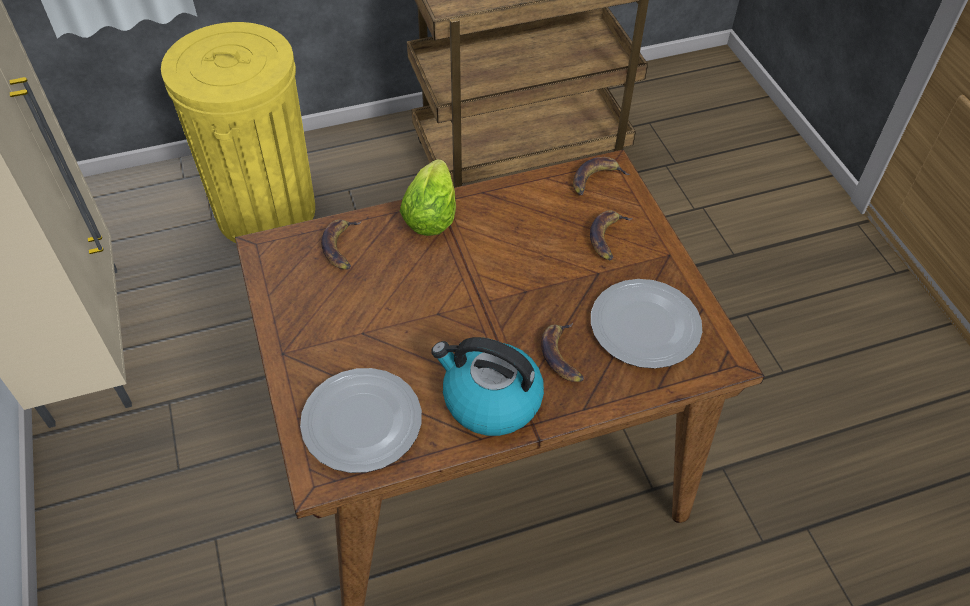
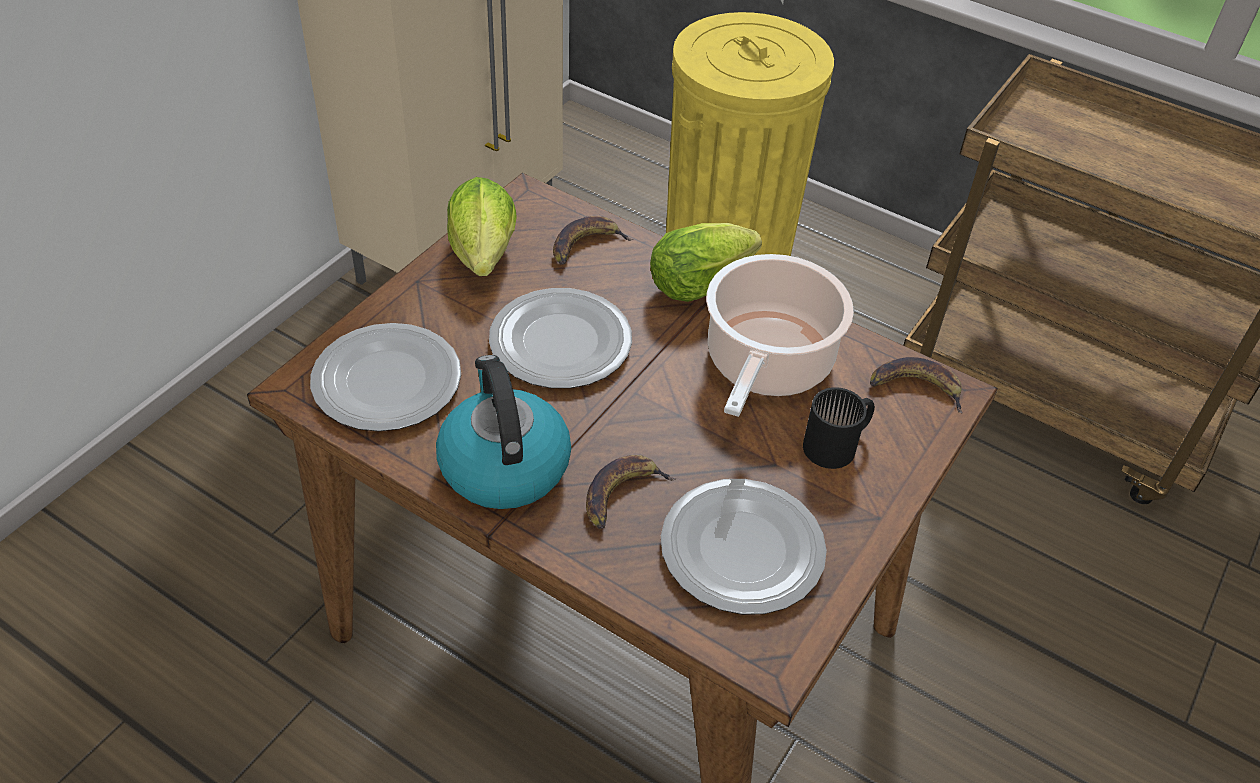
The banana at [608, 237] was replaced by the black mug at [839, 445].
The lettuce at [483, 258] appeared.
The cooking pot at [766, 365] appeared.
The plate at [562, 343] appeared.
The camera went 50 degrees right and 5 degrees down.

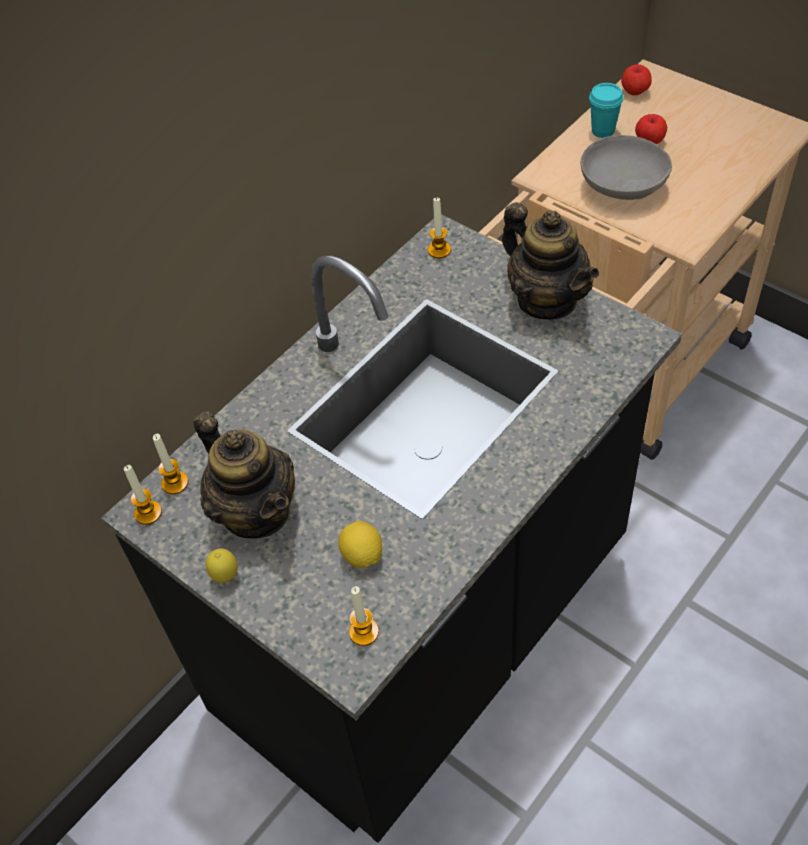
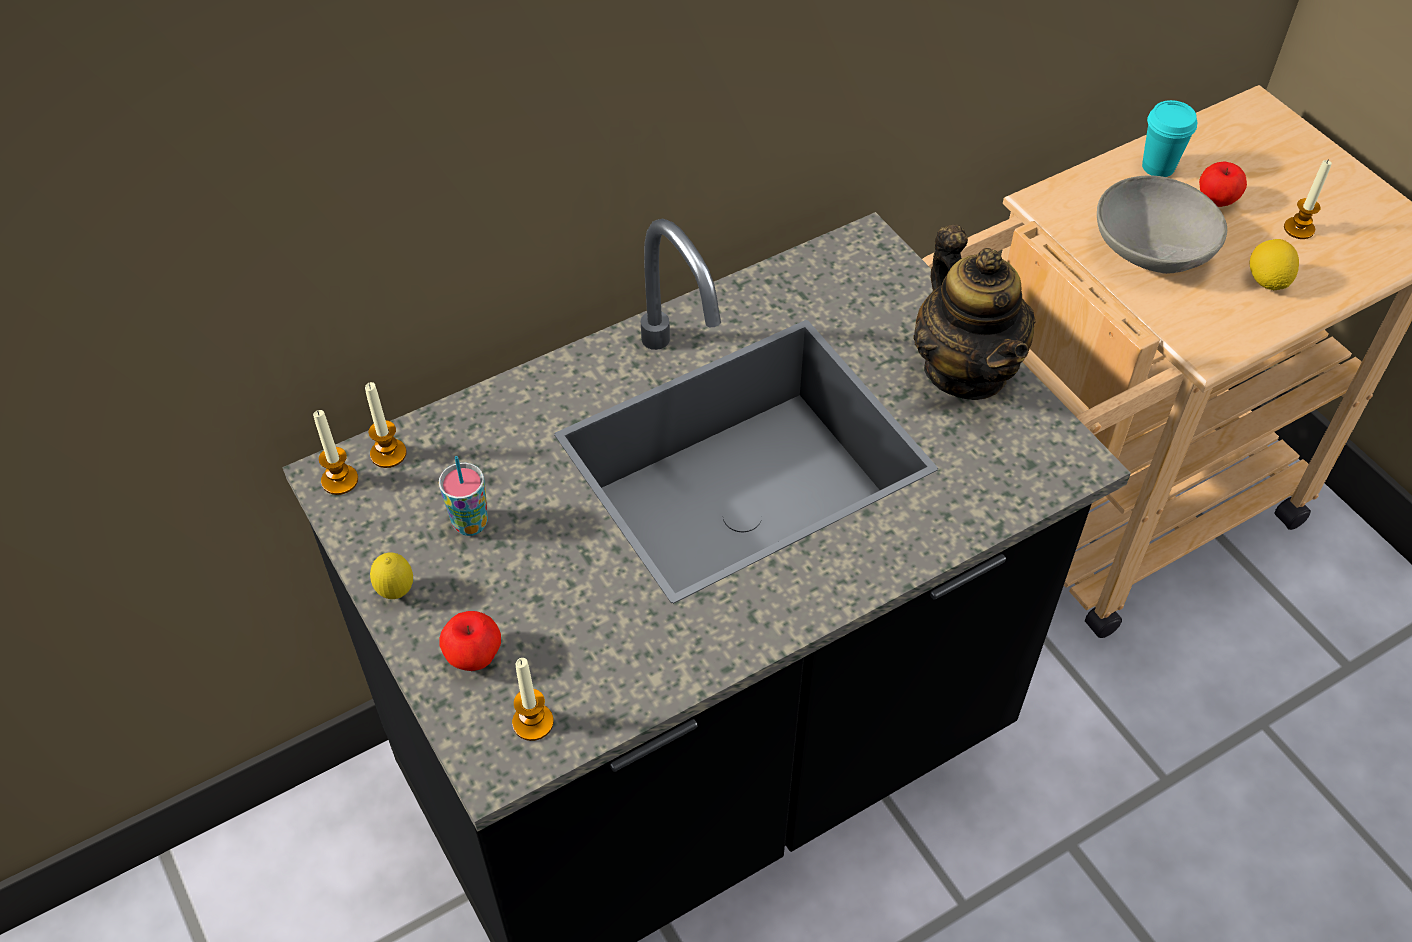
The apple moved from [635, 91] to [474, 656].
The candle moved from [439, 250] to [1299, 229].
The teapot at [256, 512] was replaced by the cup at [470, 523].
The lemon moved from [362, 555] to [1267, 281].
The camera went 15 degrees right and 0 degrees up.

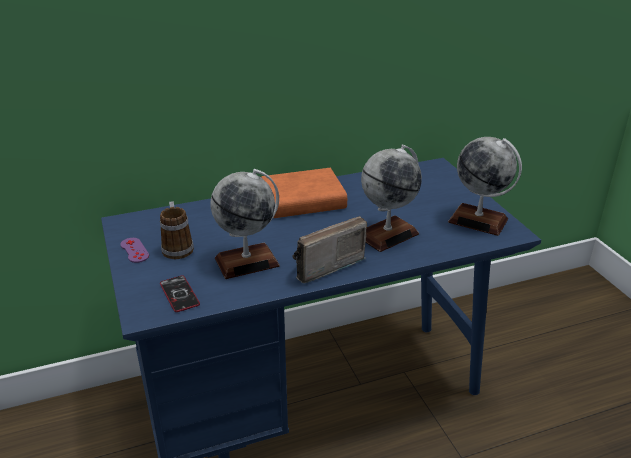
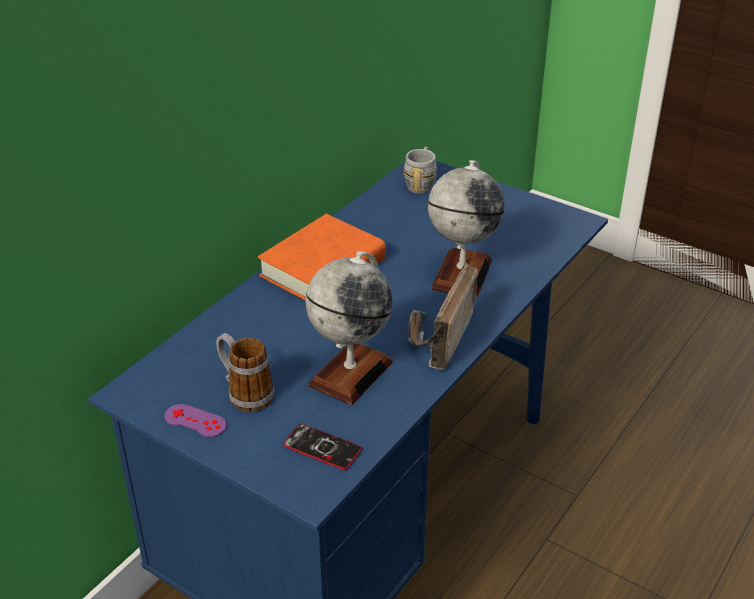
The globe at [478, 220] disappeared.
The grey mug at [421, 183] appeared.
The camera went 35 degrees left and 5 degrees up.

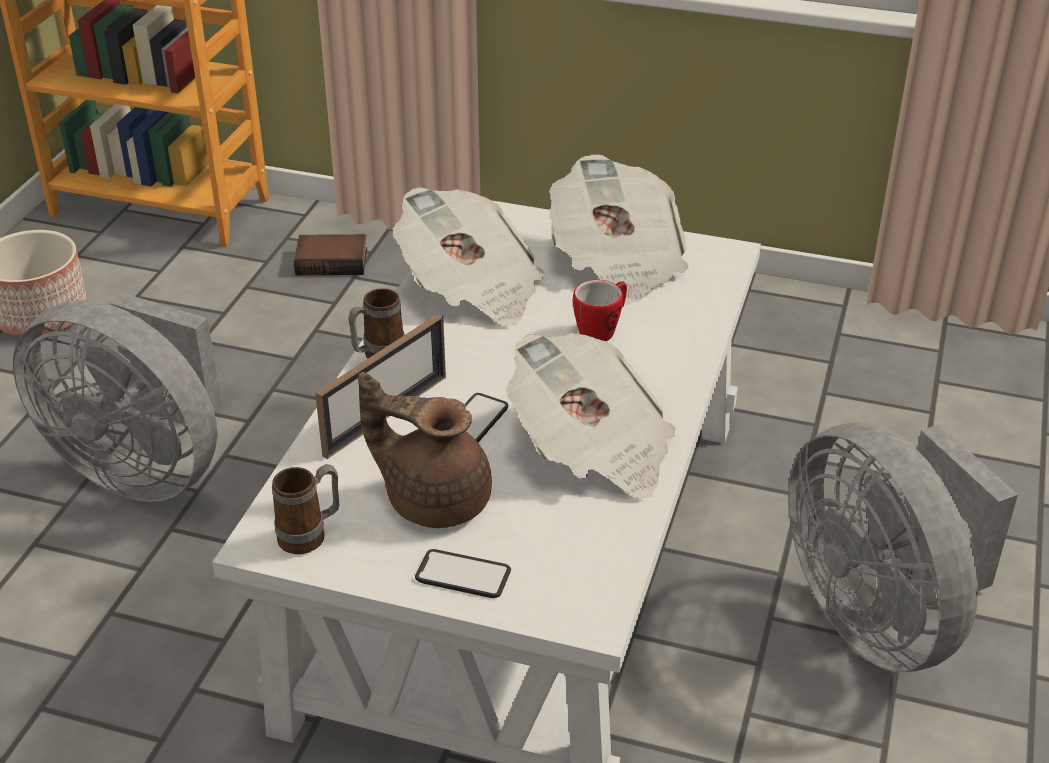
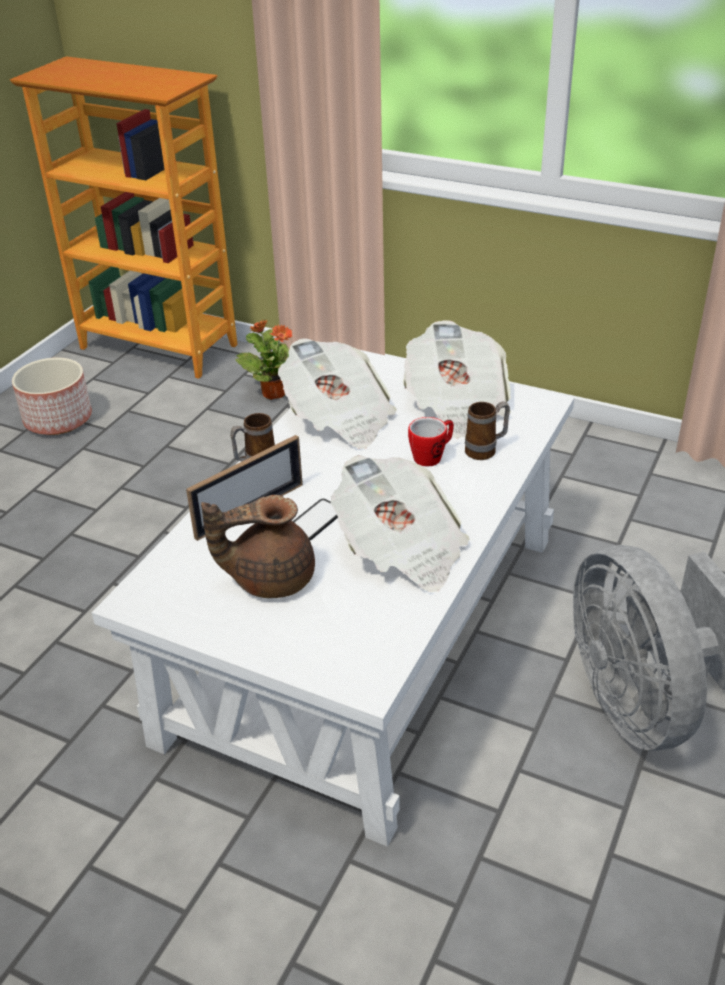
The book at [333, 260] was replaced by the potted plant at [273, 393].
The grey fan at [144, 468] disappeared.
The brown teapot at [434, 498] turned 45 degrees counterclockwise.
The mug moved from [311, 536] to [486, 450].
The phone at [463, 575] disappeared.
The camera went 10 degrees right and 0 degrees up.

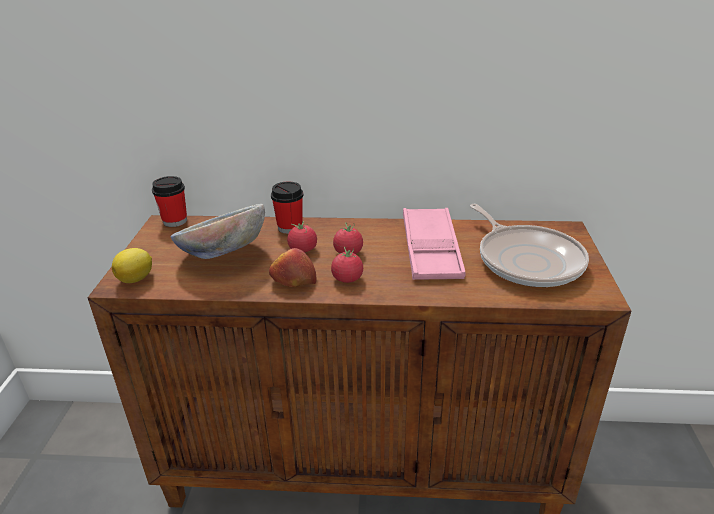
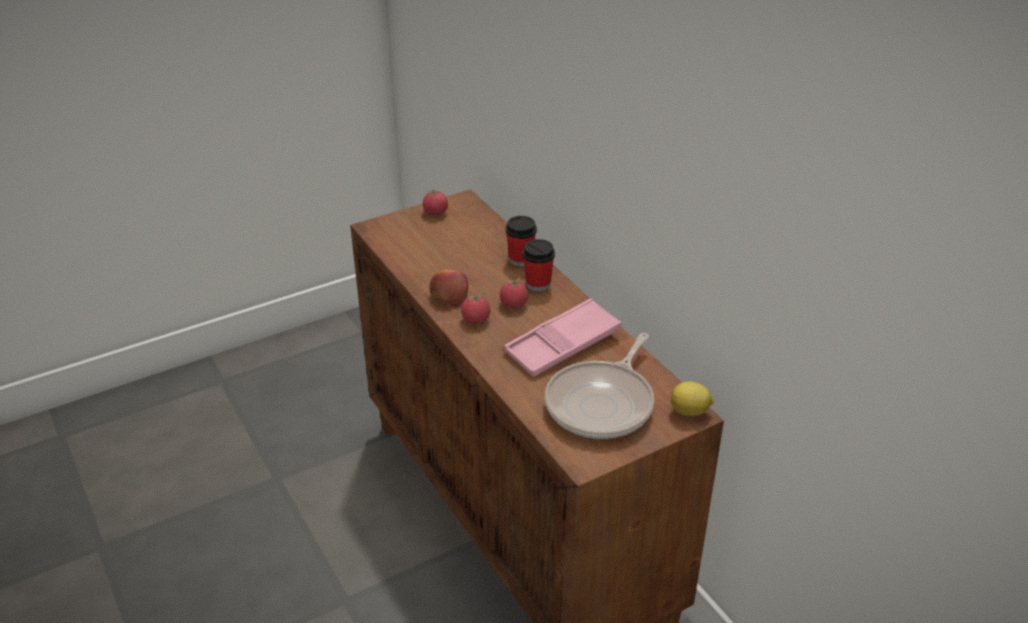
The cup moved from [175, 221] to [538, 284].
The bowl at [223, 255] disappeared.
The tomato moved from [303, 250] to [435, 212].
The lemon moved from [137, 279] to [690, 412].
The camera went 55 degrees right and 5 degrees up.

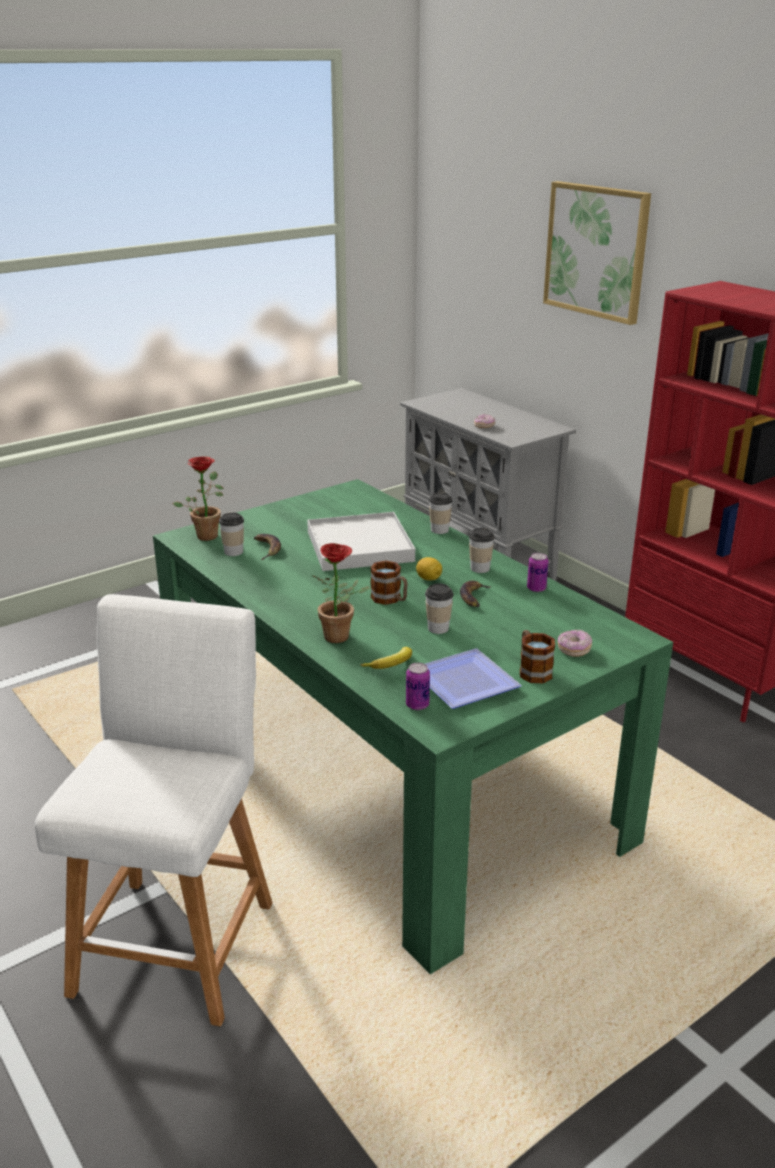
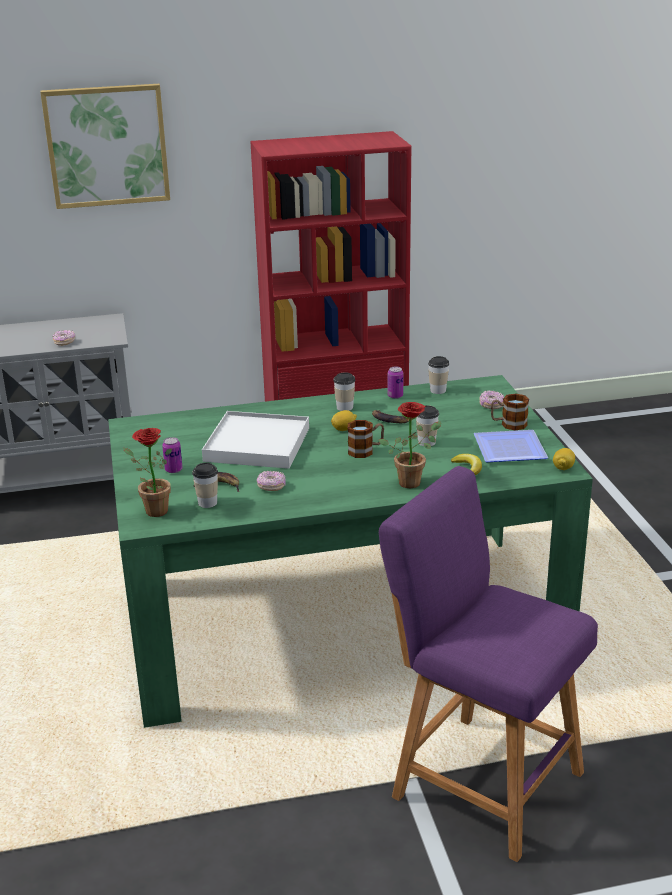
The cup moved from [439, 530] to [438, 390].
The white stool at [178, 939] became the purple stool at [480, 780].
The can moved from [417, 705] to [173, 470].
The lemon at [563, 468] appeared.
The donut at [271, 487] appeared.
The camera went 65 degrees left and 0 degrees up.

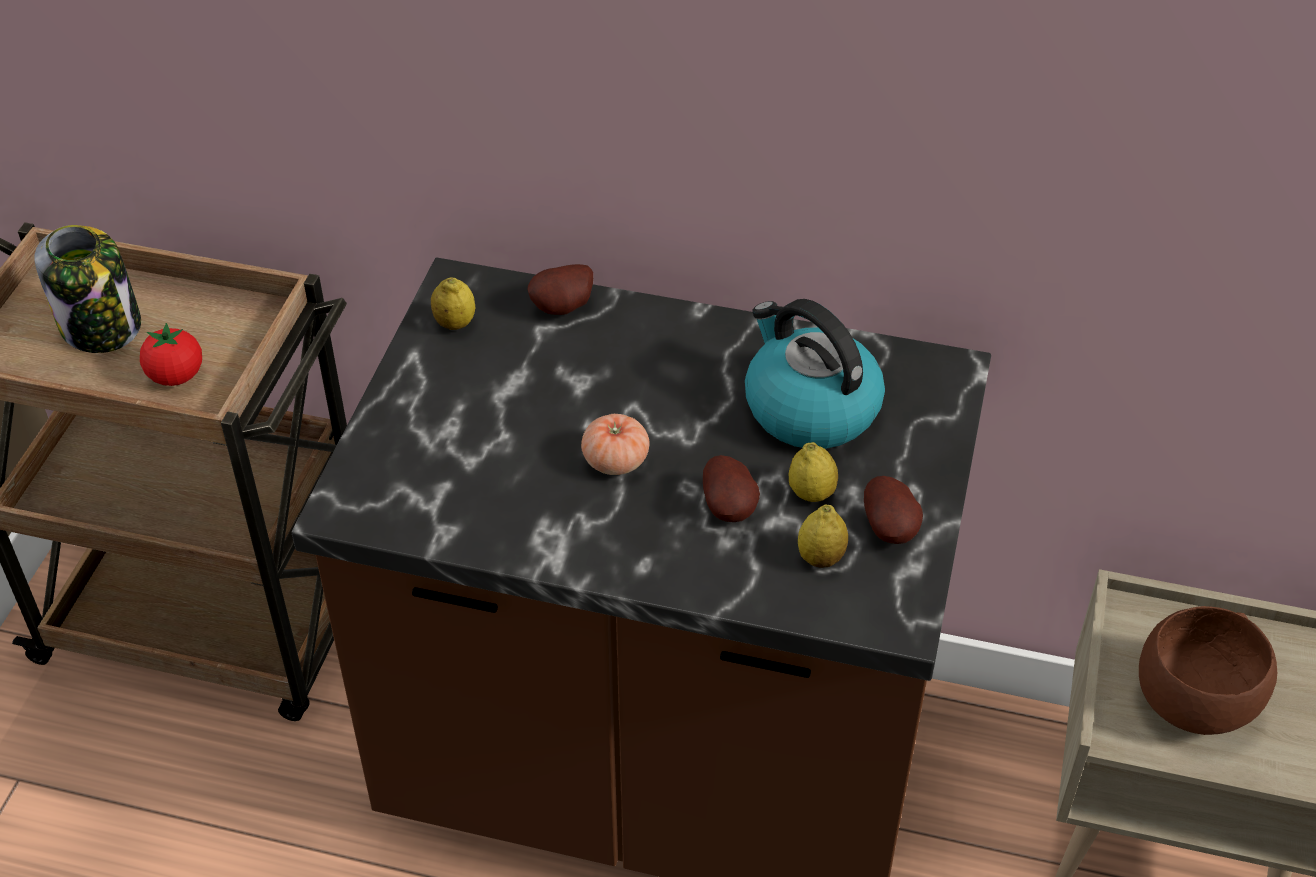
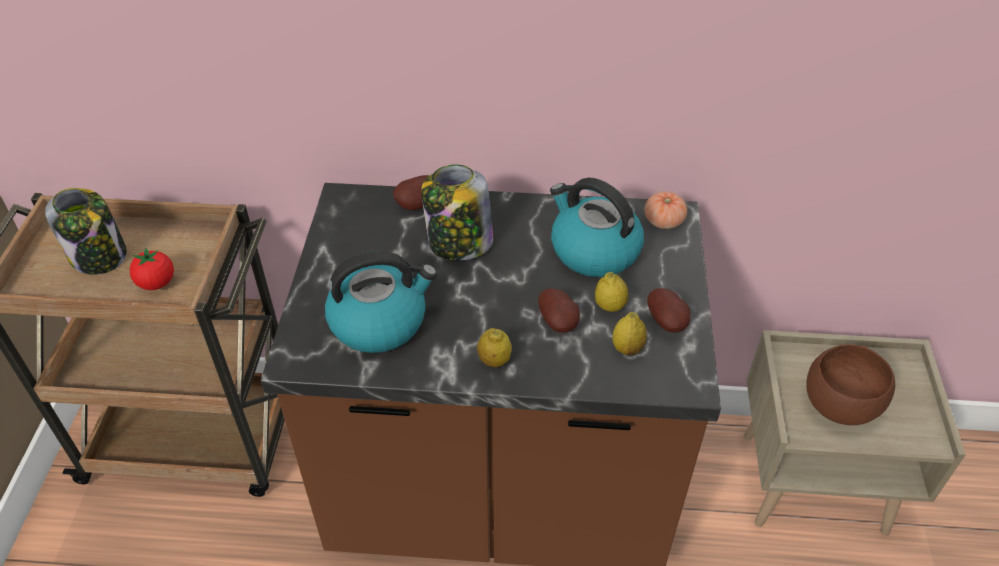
The lemon moved from [455, 323] to [494, 360].
The tomato moved from [615, 461] to [663, 221].
The jar at [459, 243] appeared.
The kettle at [380, 321] appeared.
The camera went 10 degrees left and 0 degrees up.

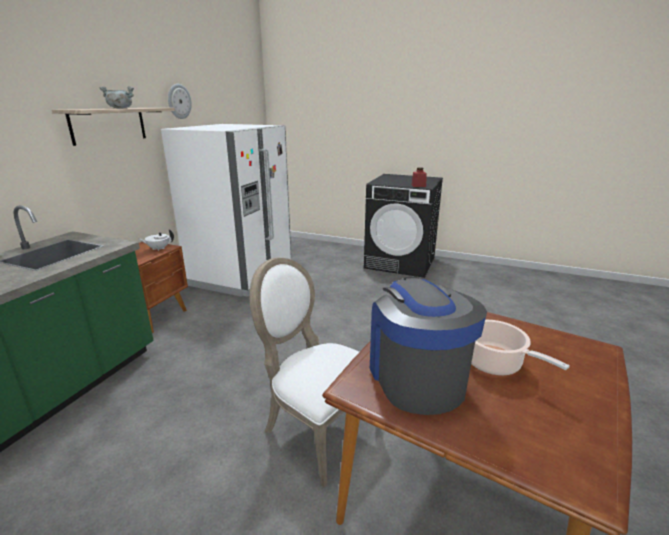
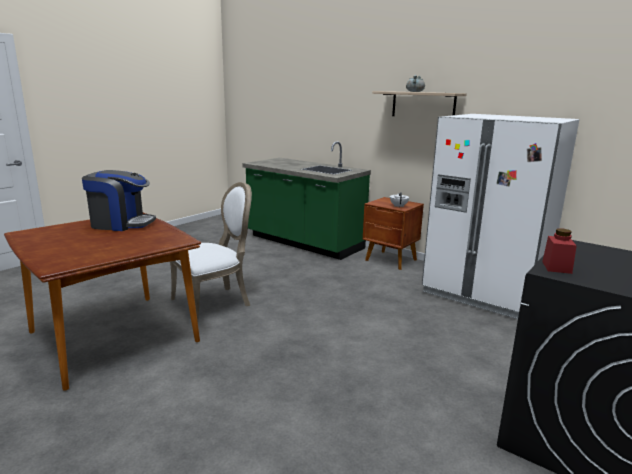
The wall clock at [179, 101] disappeared.
The cooking pot at [496, 364] disappeared.
The camera went 105 degrees right and 5 degrees down.

